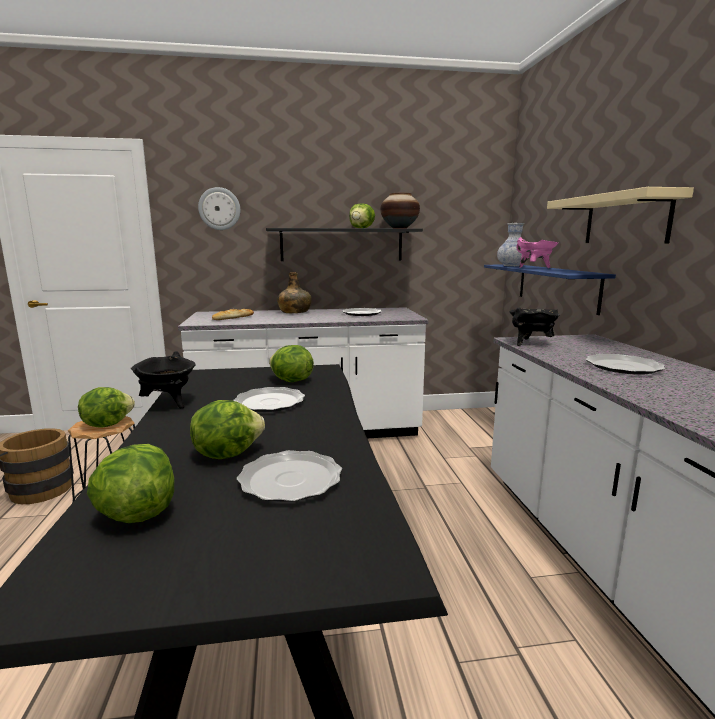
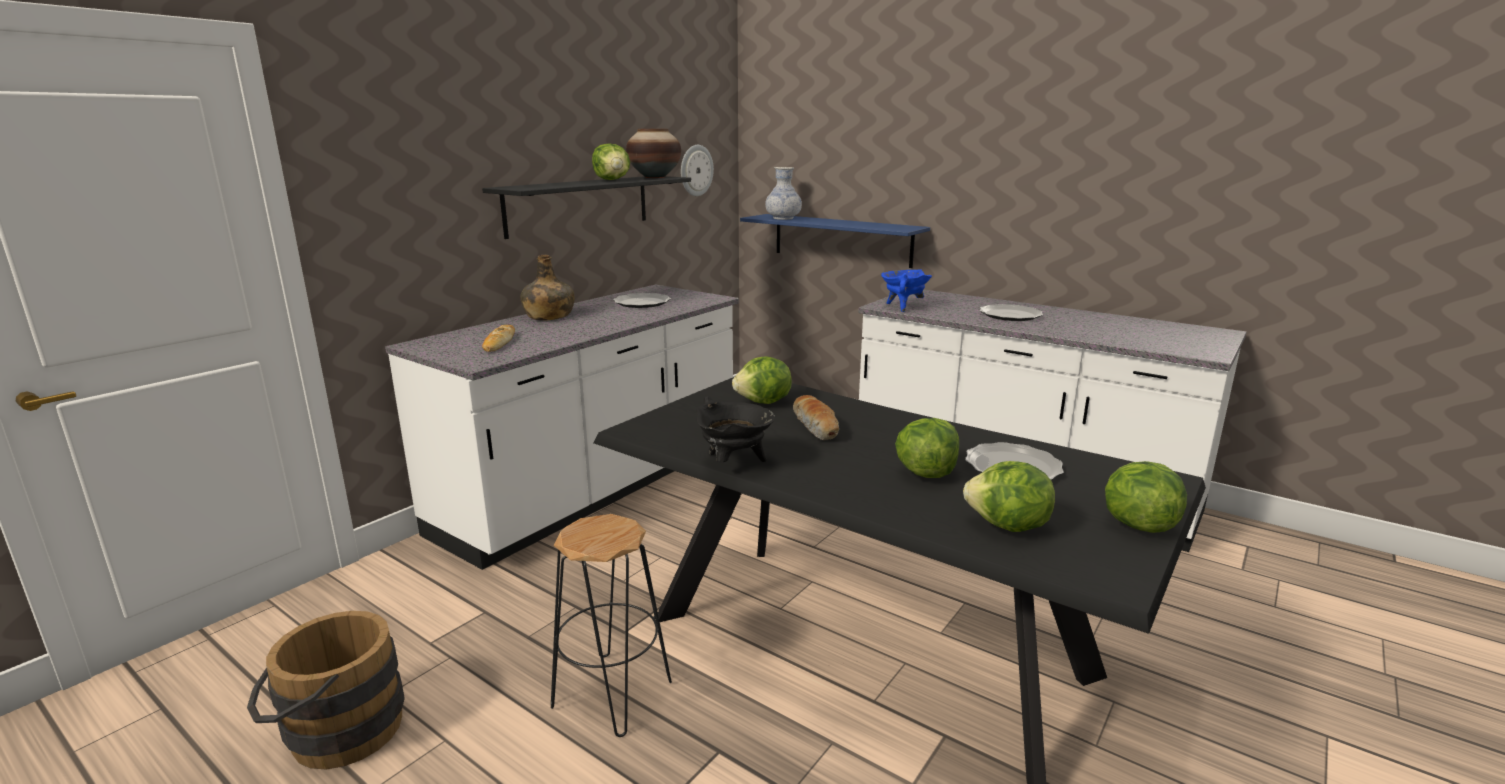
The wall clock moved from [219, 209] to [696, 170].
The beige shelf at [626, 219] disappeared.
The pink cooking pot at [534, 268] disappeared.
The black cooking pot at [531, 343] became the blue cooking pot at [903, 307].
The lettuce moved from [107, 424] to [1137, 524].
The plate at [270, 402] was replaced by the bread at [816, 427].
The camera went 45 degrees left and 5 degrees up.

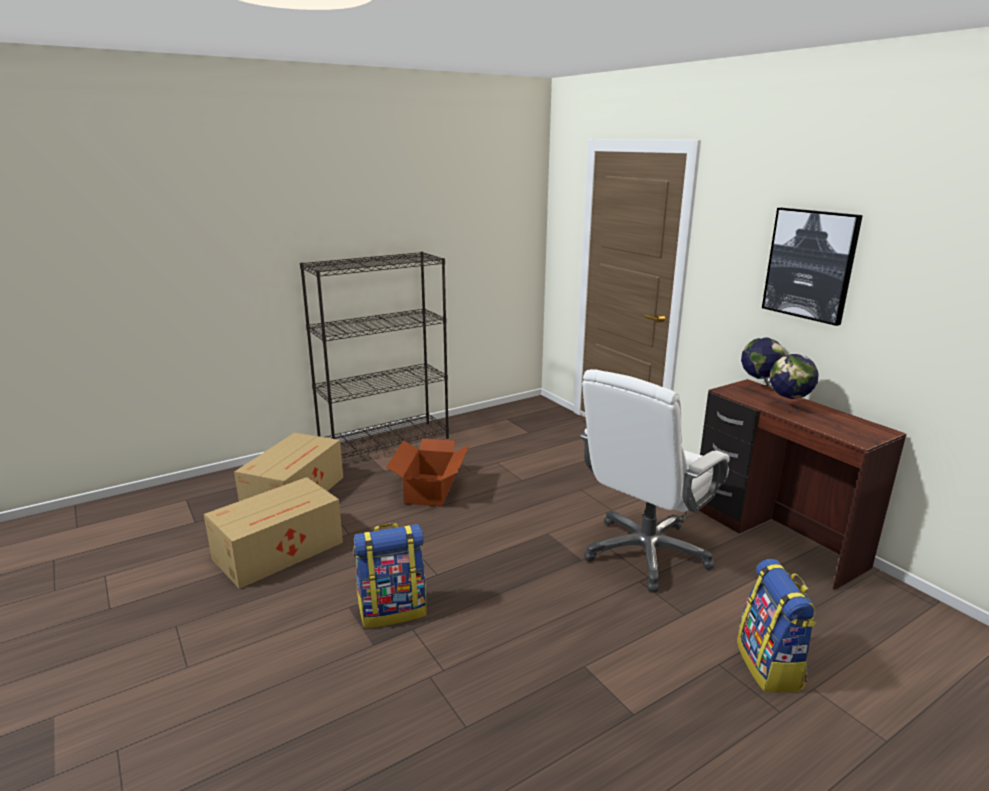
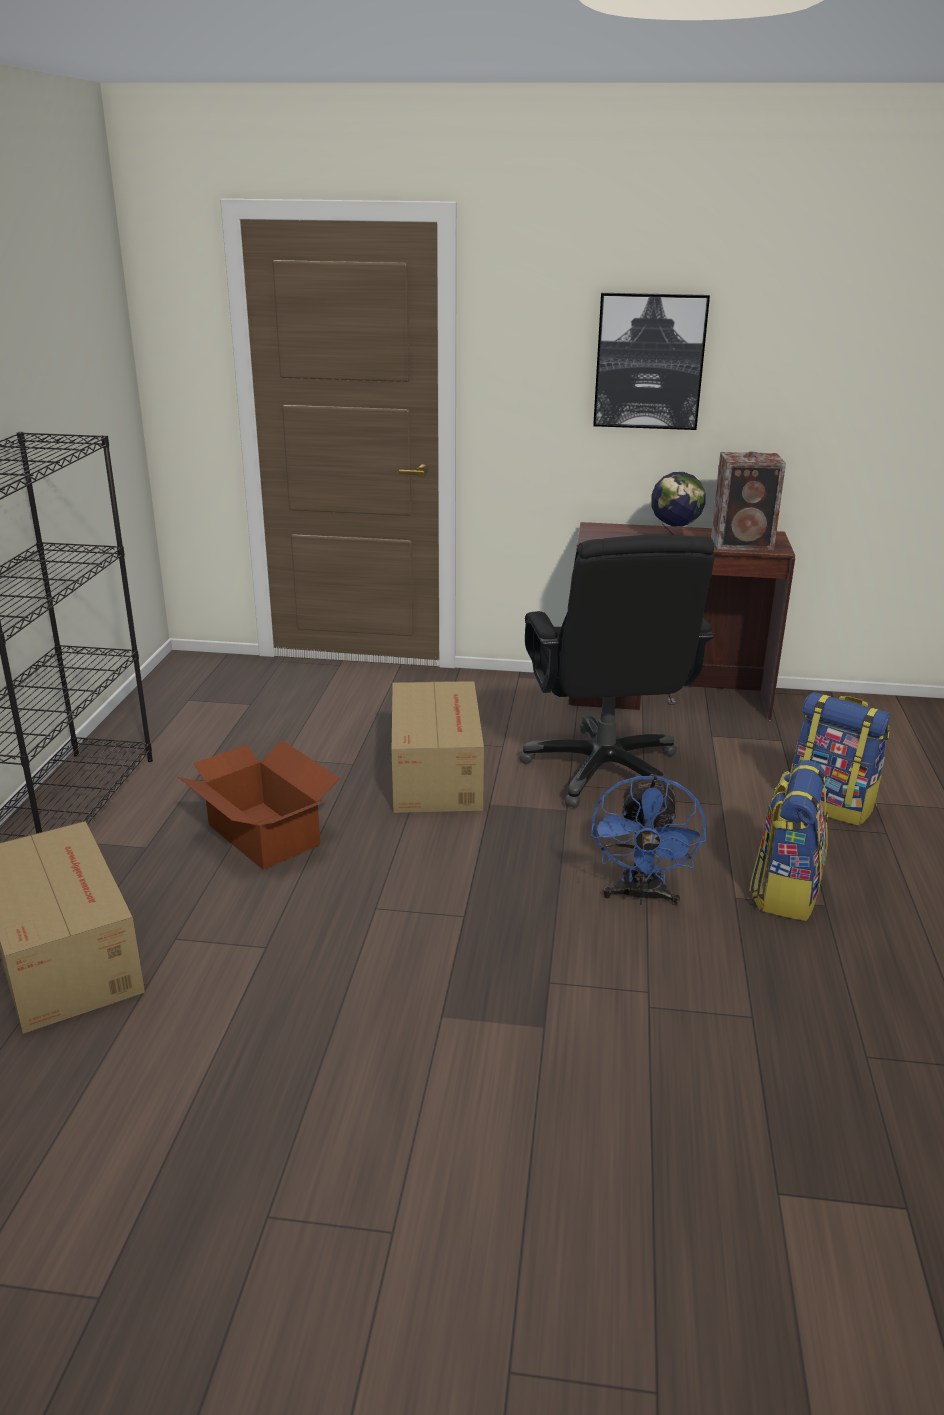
The globe at [758, 388] disappeared.
The white office chair at [645, 553] became the black office chair at [604, 770].
The cardboard box moved from [280, 550] to [437, 772].
The backpack moved from [393, 610] to [784, 891].
The speaker at [744, 543] appeared.
The blue fan at [641, 896] appeared.
The camera went 50 degrees left and 5 degrees up.

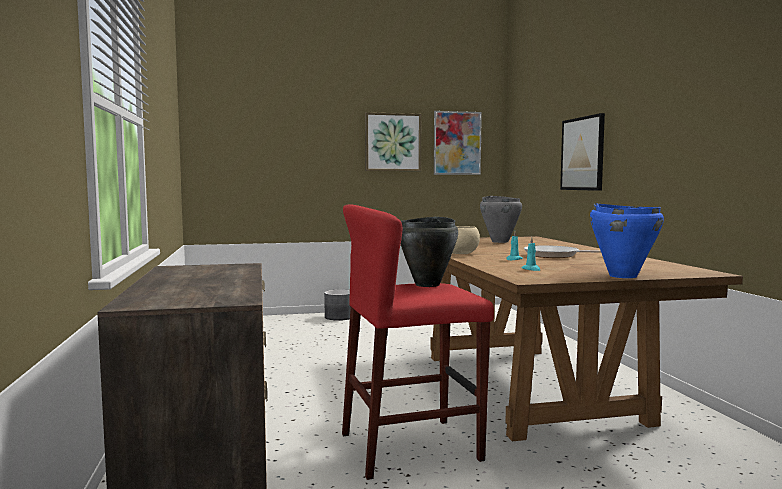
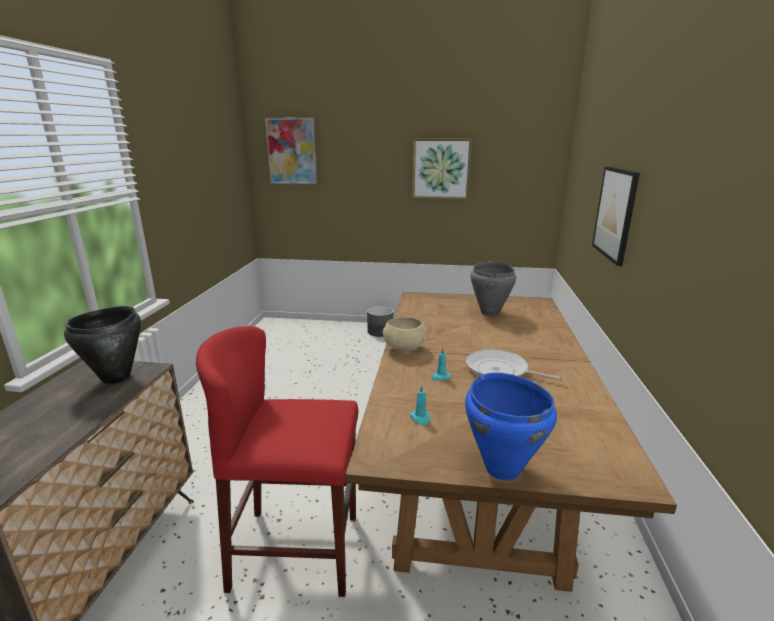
The picture moved from [457, 143] to [292, 151].
The black cooking pot moved from [428, 285] to [117, 378].
The camera went 20 degrees right and 15 degrees up.

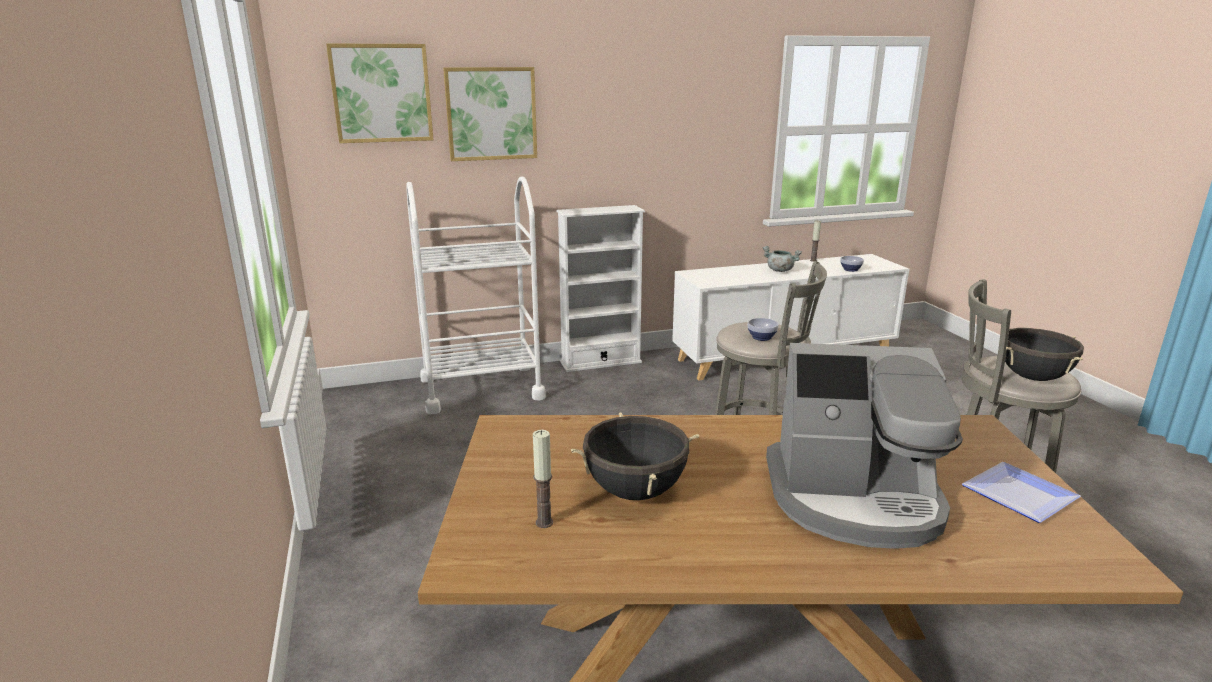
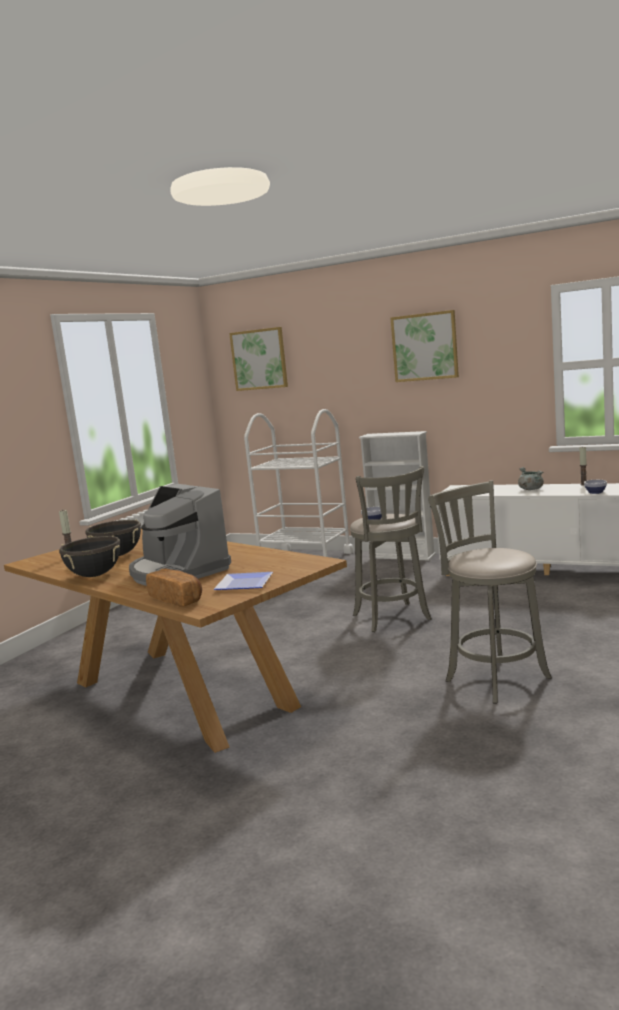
The picture moved from [491, 114] to [425, 346].
The black cooking pot moved from [1033, 377] to [94, 575].
The bread at [177, 599] appeared.
The camera went 45 degrees right and 10 degrees down.

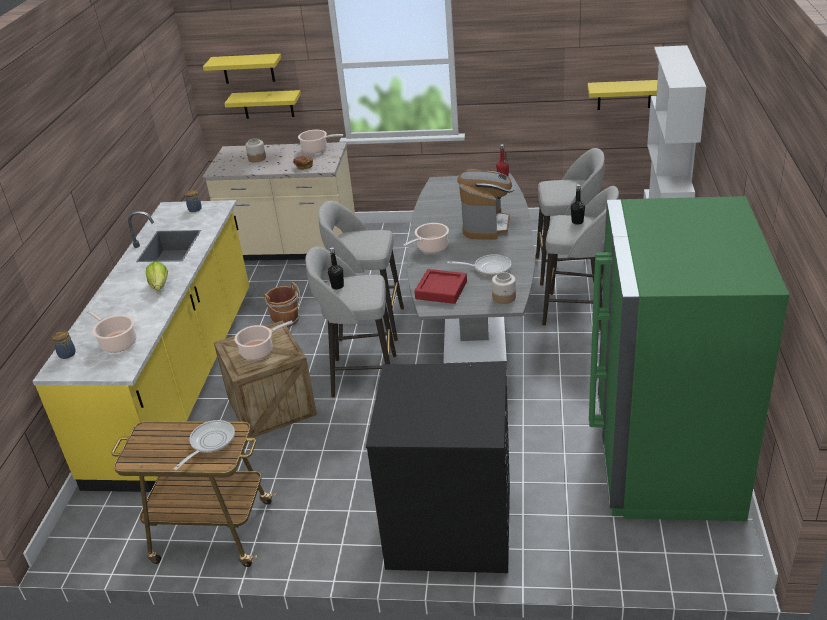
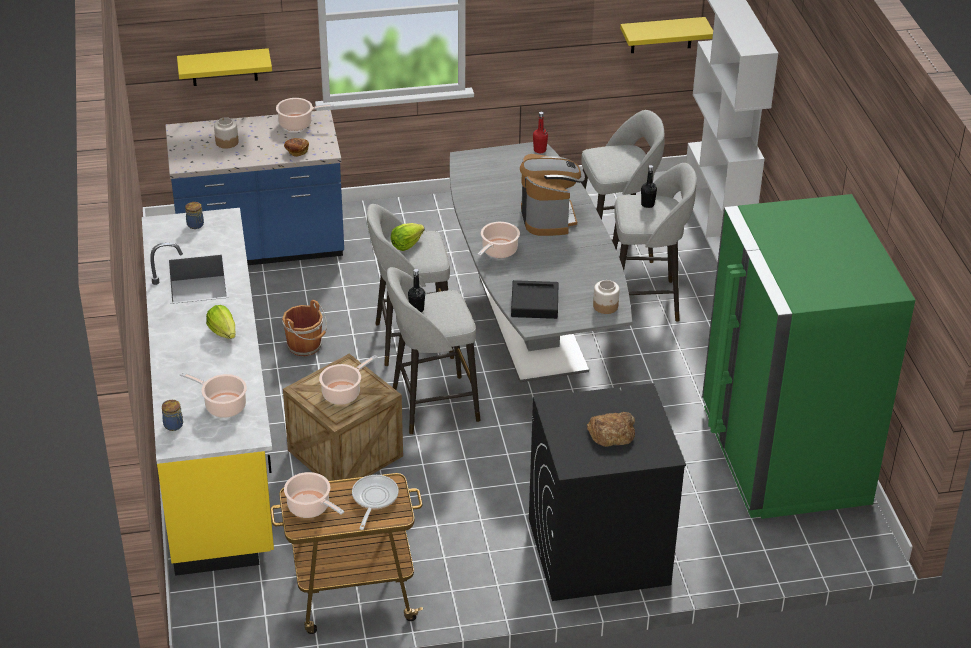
The yellow shelf at [248, 68] disappeared.
The beige counter at [292, 249] became the blue counter at [261, 249].
The frying pan at [489, 268] disappeared.
The red tray at [441, 290] became the black tray at [534, 303].
The lettuce at [406, 244] appeared.
The bread at [612, 432] appeared.
The cooking pot at [310, 507] appeared.
The camera went 20 degrees left and 5 degrees up.

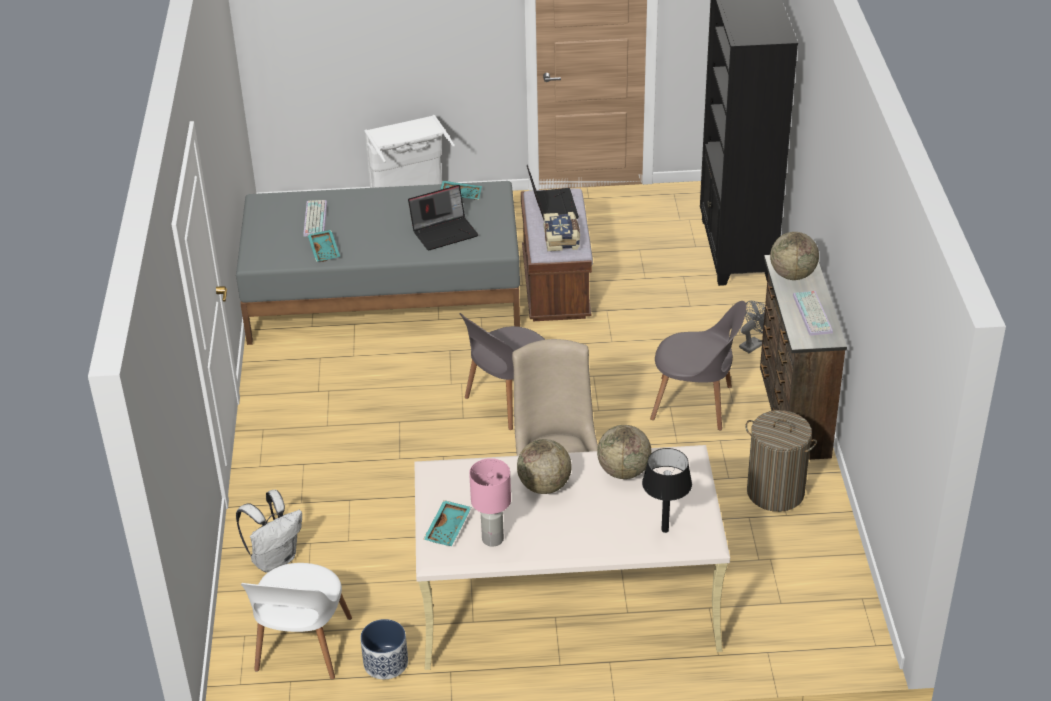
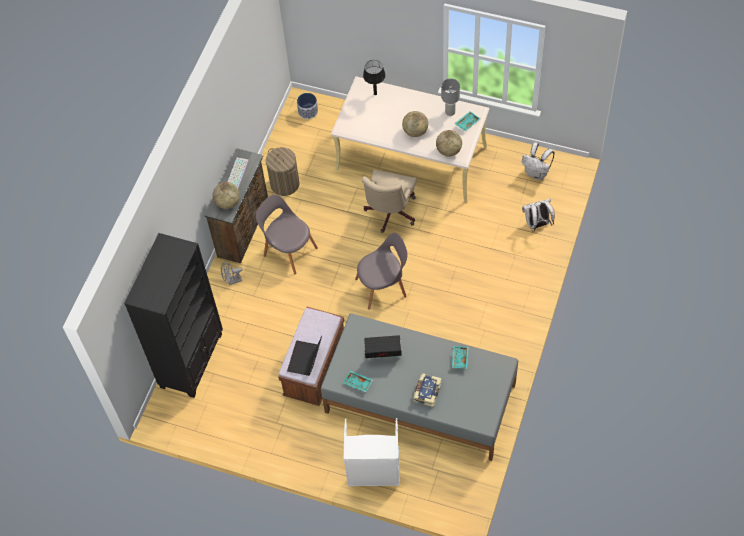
The keyboard at [314, 218] disappeared.
The book moved from [562, 238] to [426, 392].
The globe moved from [624, 471] to [448, 151].
The pink table lamp at [493, 539] became the grey table lamp at [450, 112].
The white chair at [302, 648] was replaced by the white backpack at [537, 173].
The planter moved from [386, 663] to [308, 111].
The camera went 155 degrees left and 20 degrees up.

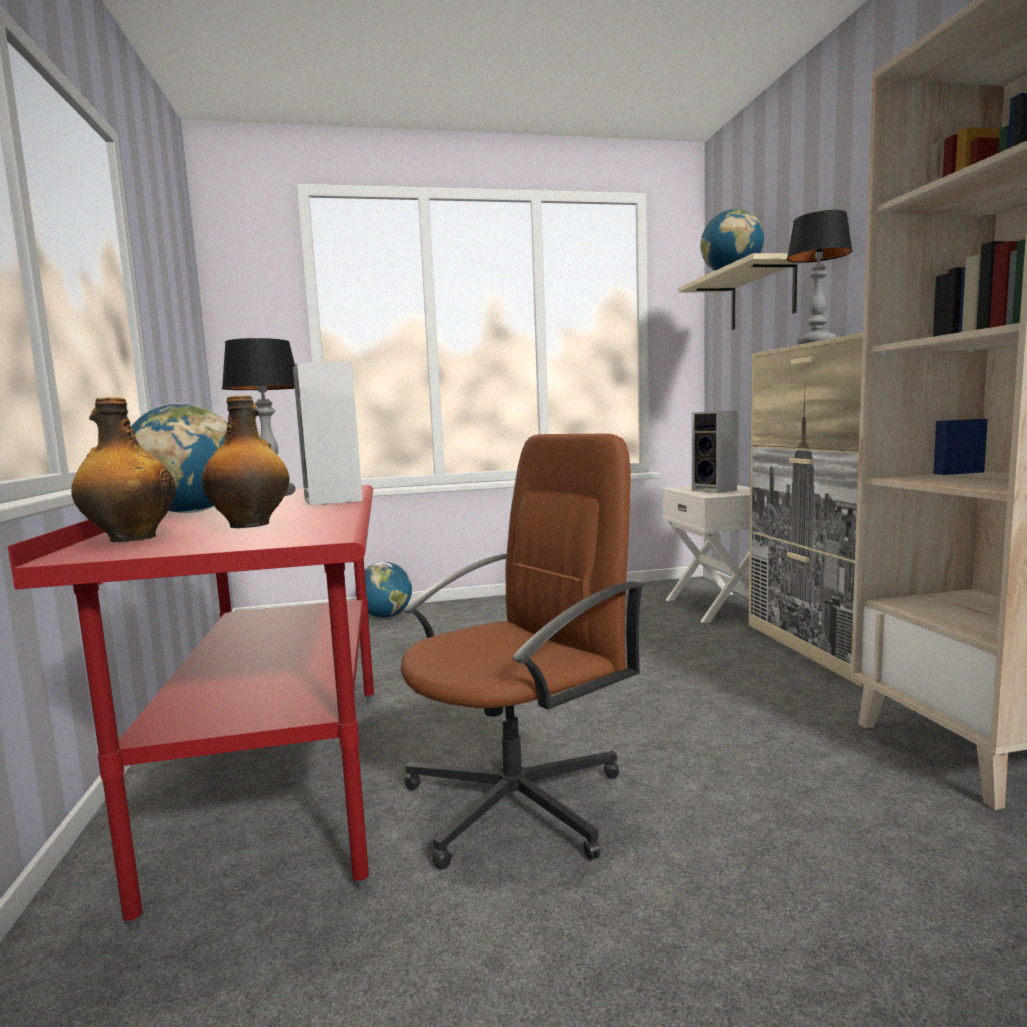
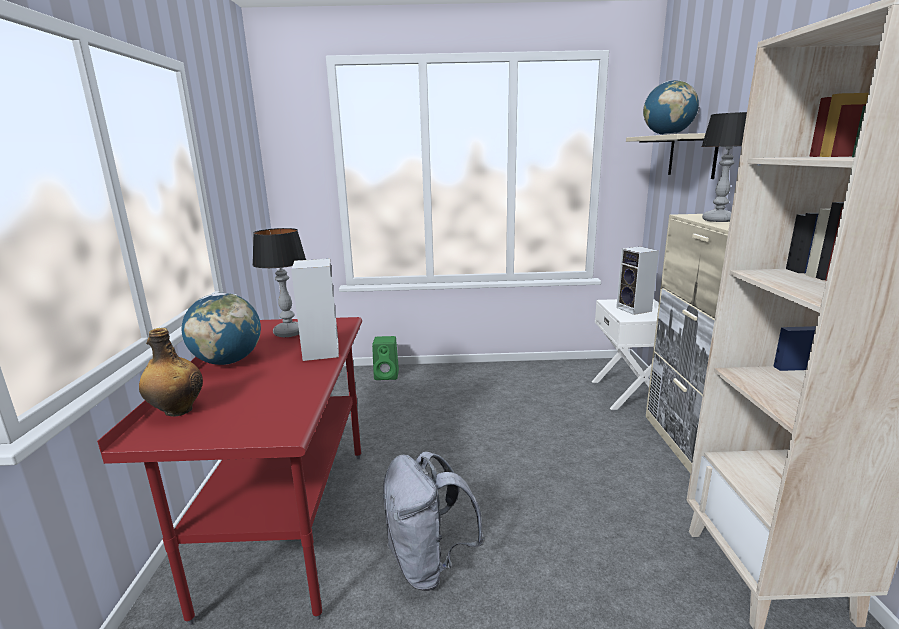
The bottle at [251, 524] disappeared.
The brown office chair at [518, 800] was replaced by the grey backpack at [429, 564].
The globe at [385, 616] was replaced by the green speaker at [387, 375].
The camera went 10 degrees right and 10 degrees up.

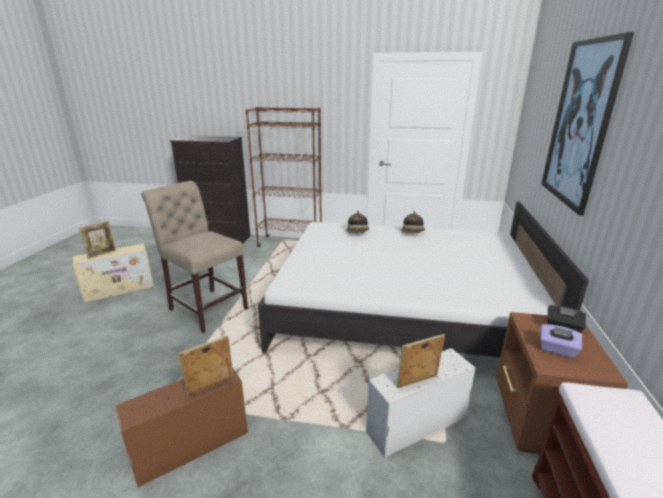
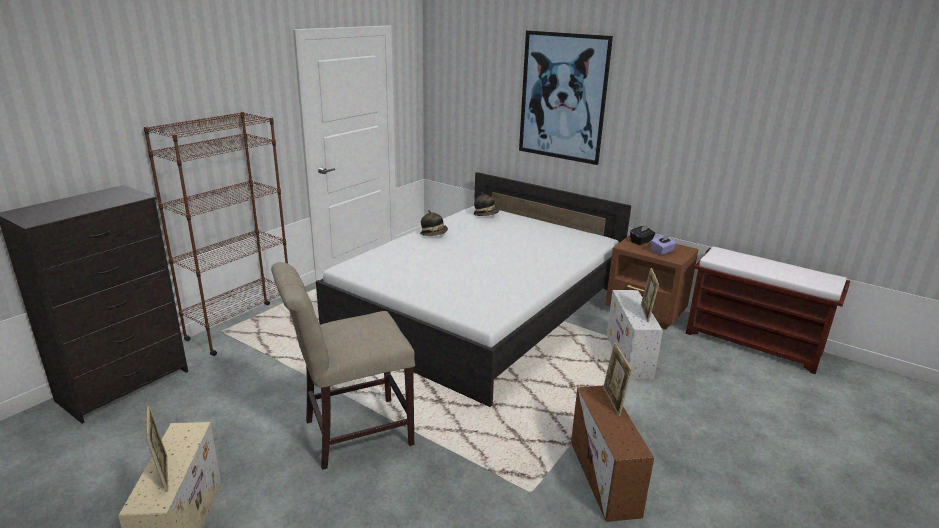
The hat moved from [357, 233] to [486, 214].
The camera went 65 degrees left and 0 degrees up.

